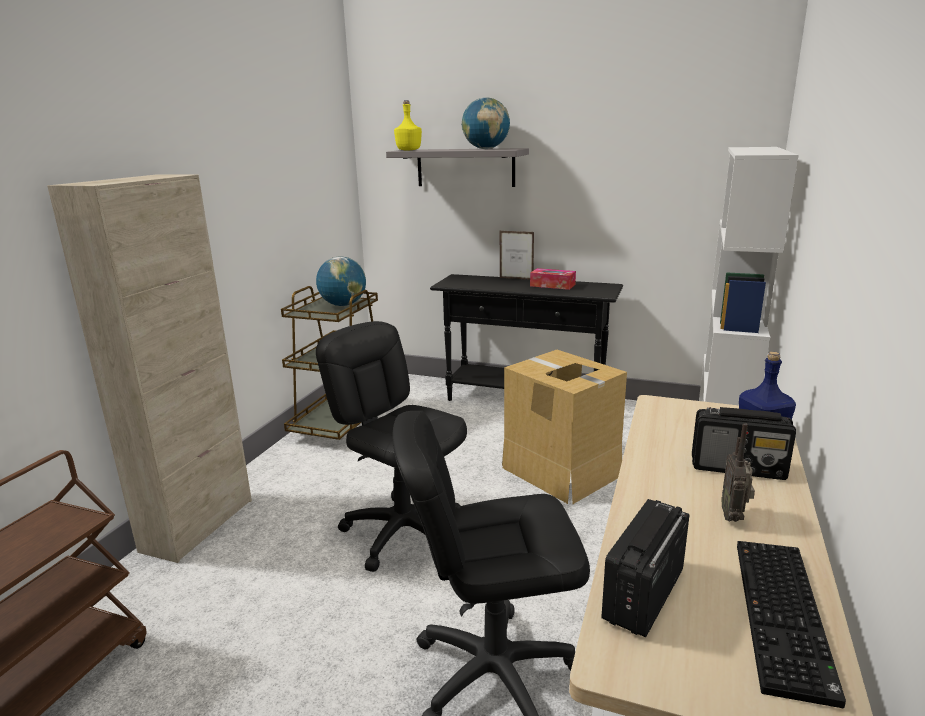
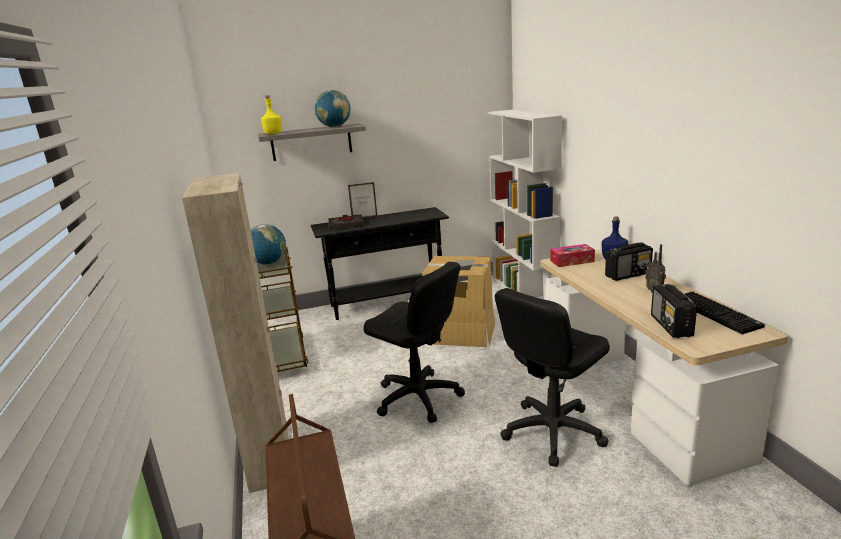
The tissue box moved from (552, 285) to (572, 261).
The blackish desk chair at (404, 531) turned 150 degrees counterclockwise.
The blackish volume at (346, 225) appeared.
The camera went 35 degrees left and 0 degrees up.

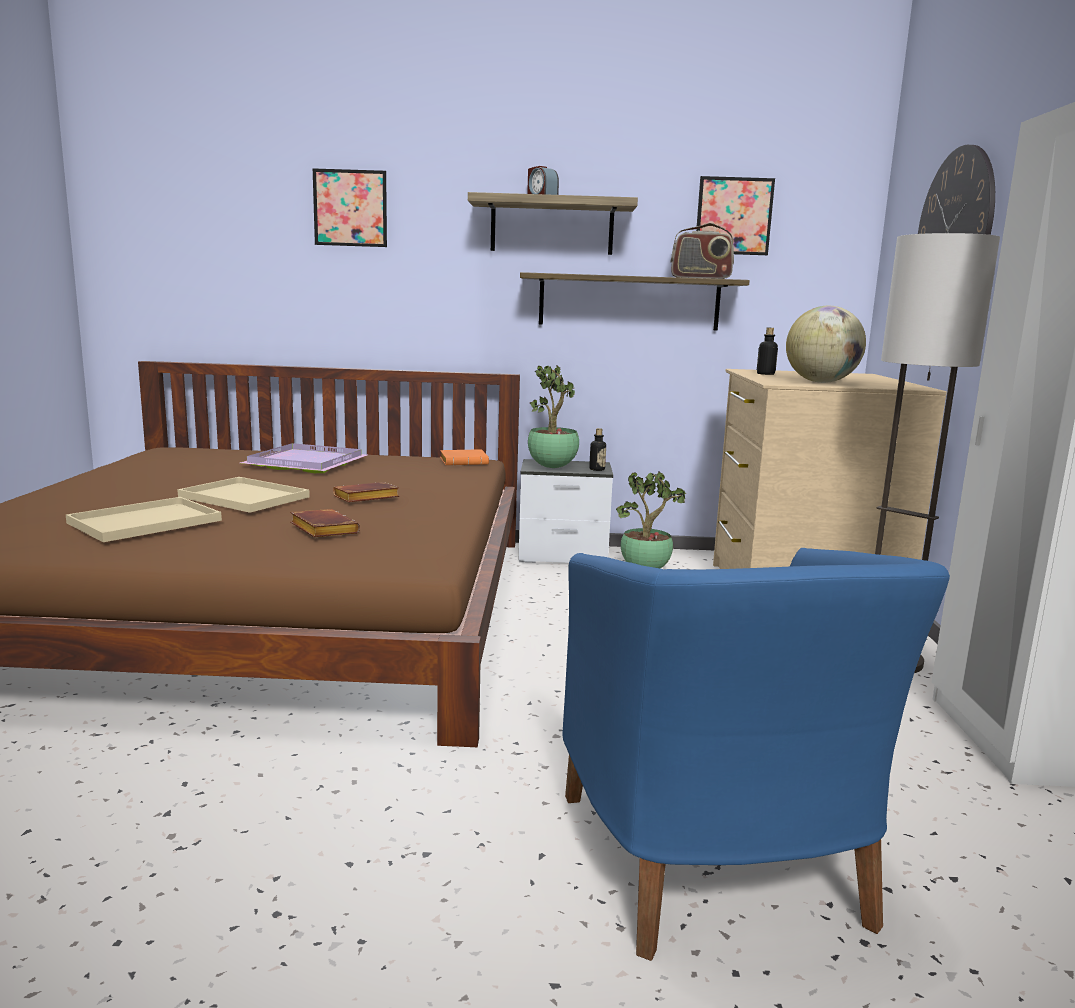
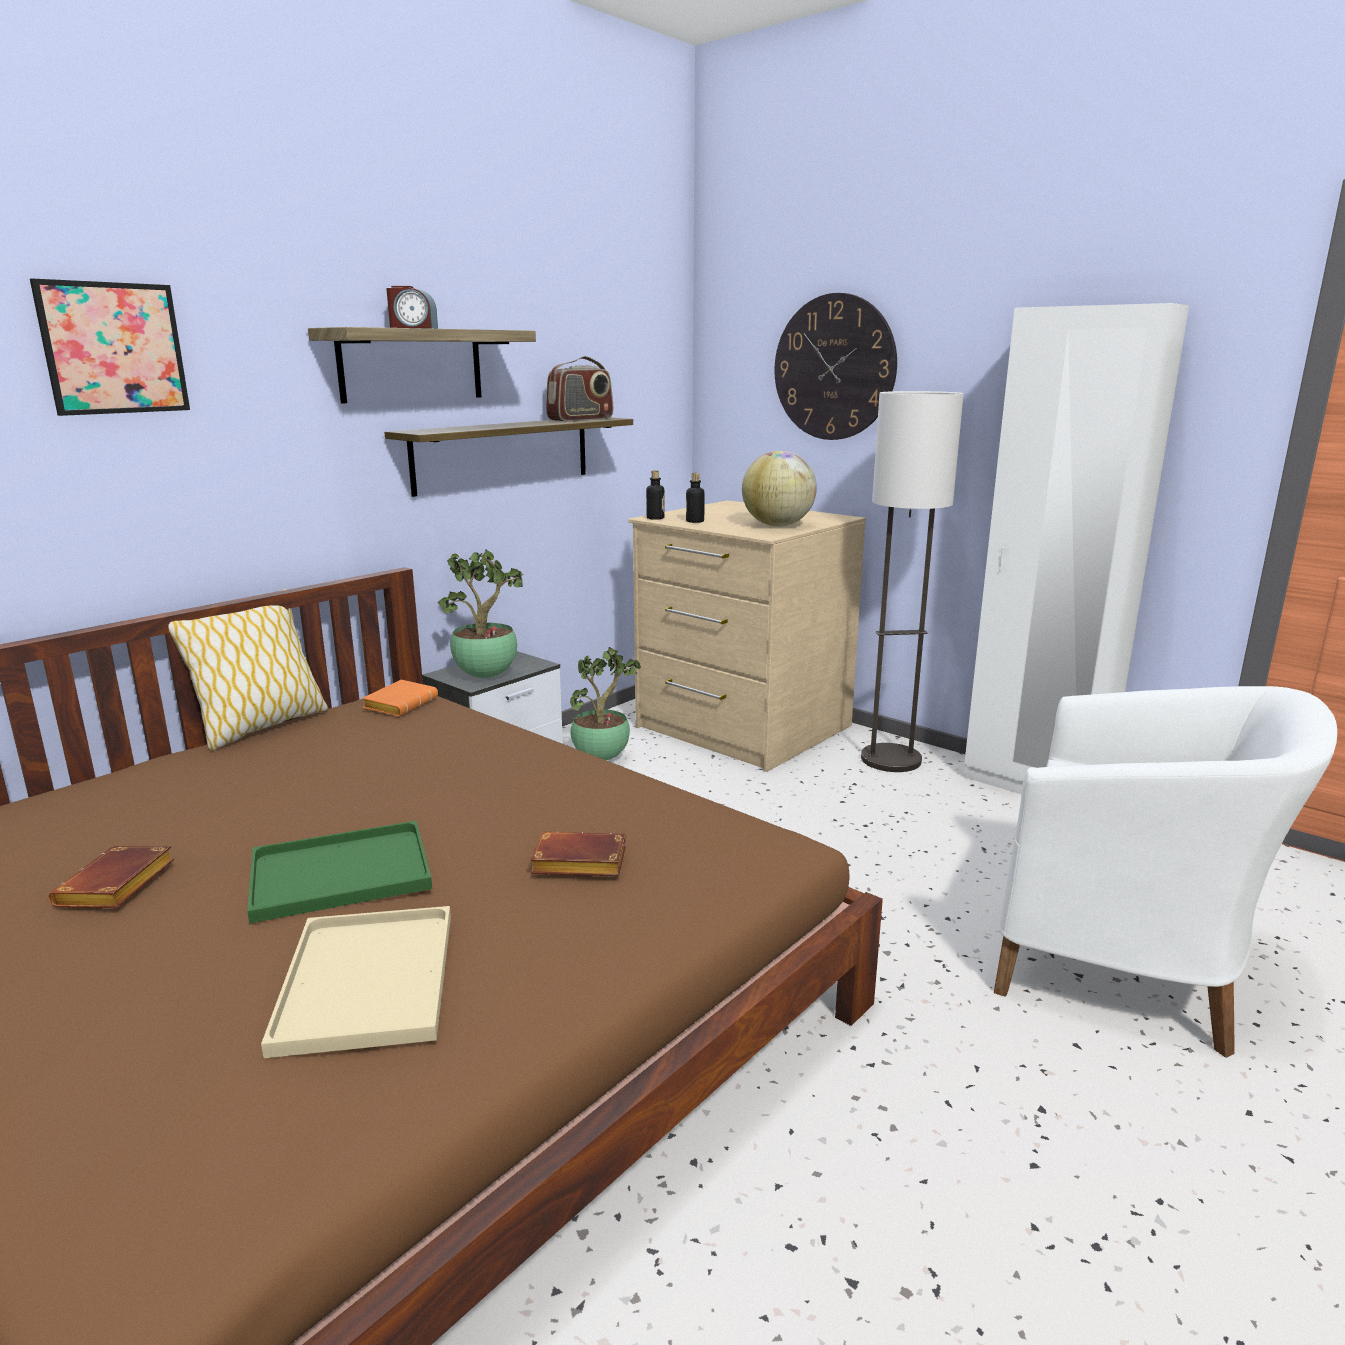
The wall art at (733, 216) disappeared.
The bottle moved from (597, 469) to (655, 518).
The purple-coloured serving tray at (305, 462) disappeared.
The beige serving tray at (247, 497) became the green-coloured serving tray at (344, 871).
The brownish volume moved from (365, 498) to (117, 887).
The blue lounge chair at (715, 862) became the white lounge chair at (1126, 969).
The cushion at (260, 727) appeared.
The camera went 50 degrees left and 5 degrees up.

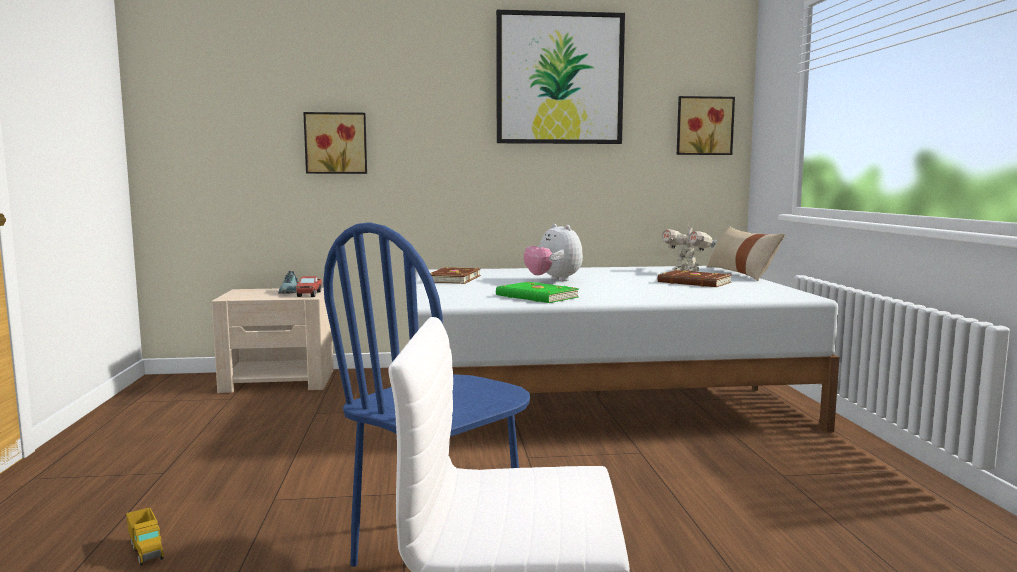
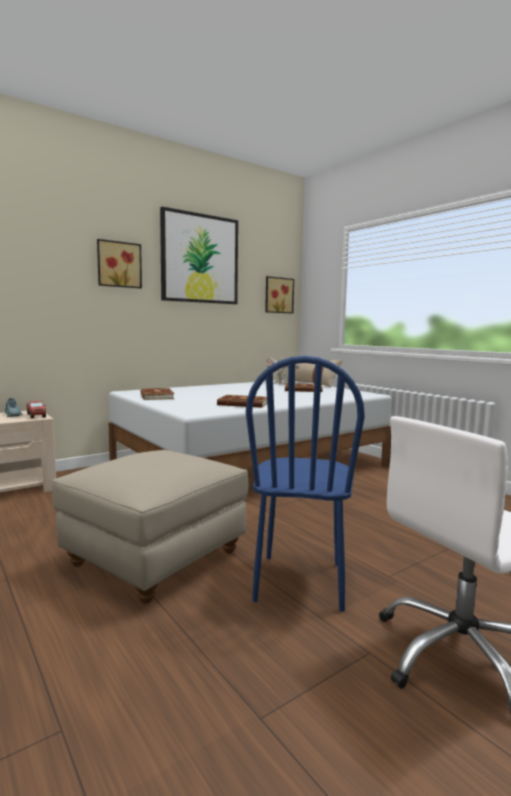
The wall art moved from (336, 143) to (119, 264).
The soft toy at (553, 280) disappeared.
The green-coloured volume at (536, 297) became the brownish volume at (243, 404).
The model truck at (146, 550) disappeared.
The beige ottoman at (155, 560) appeared.
The camera went 30 degrees left and 0 degrees up.

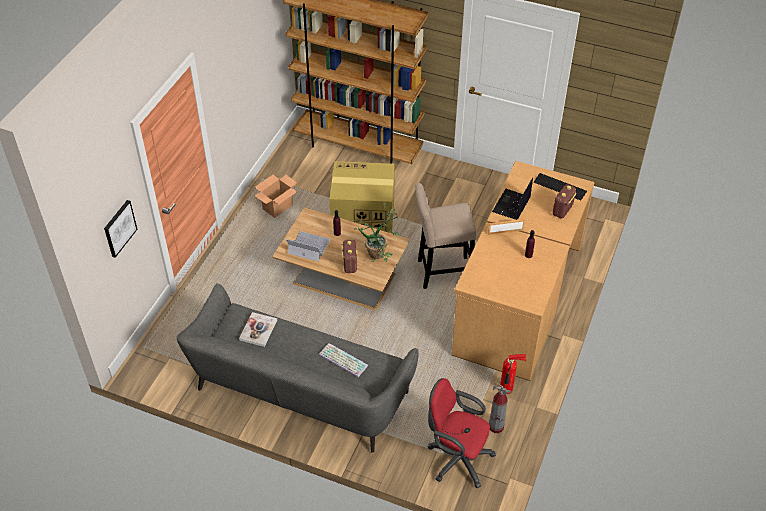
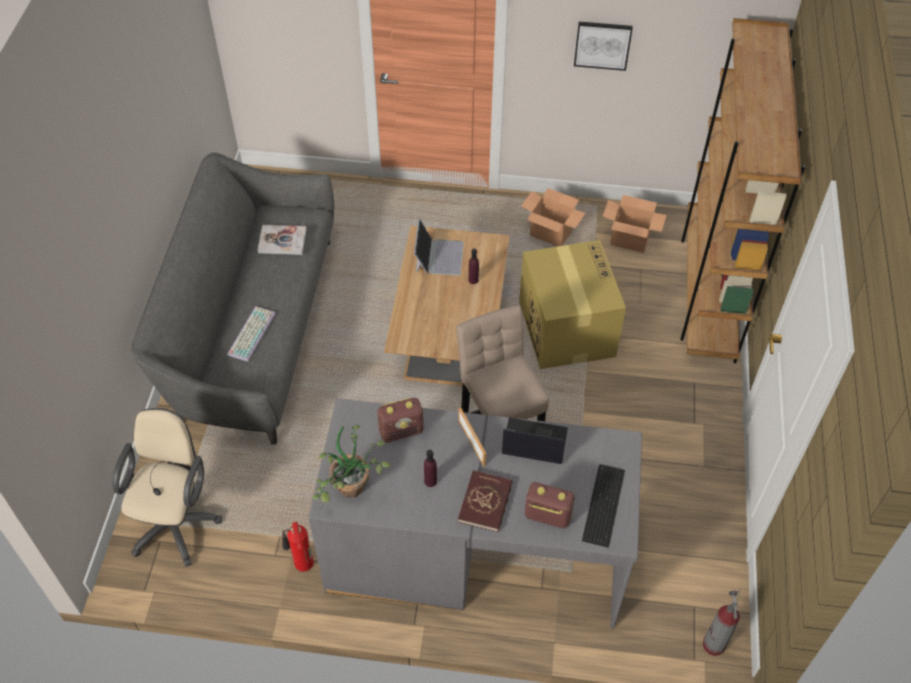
The brownish desk at (516, 300) became the greyish desk at (475, 550).
The wall art moved from (119, 228) to (602, 45).
The houseplant moved from (380, 254) to (350, 493).
The radio set moved from (350, 264) to (401, 431).
The red-coloured desk chair at (456, 458) became the beige desk chair at (177, 521).
The extinguisher moved from (496, 427) to (713, 645).
The cardboard box at (630, 240) appeared.
The red-coloured volume at (485, 502) appeared.
The camera went 75 degrees right and 5 degrees up.

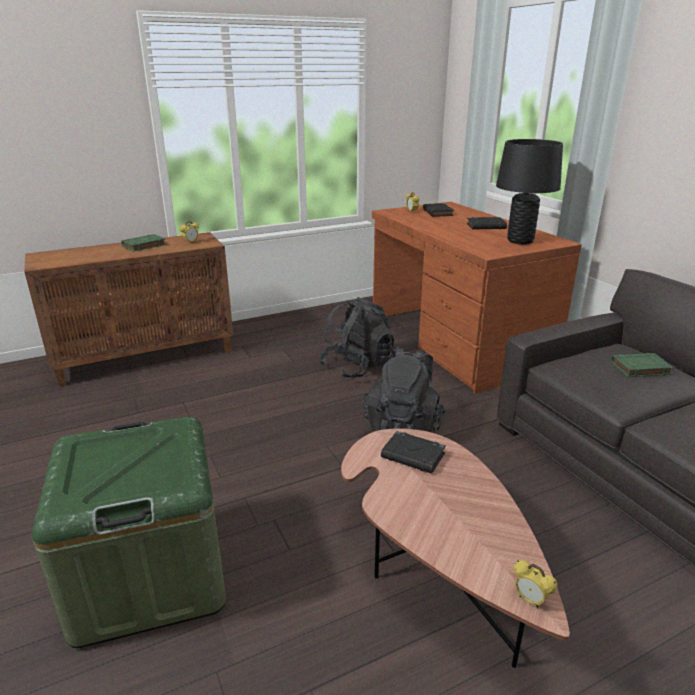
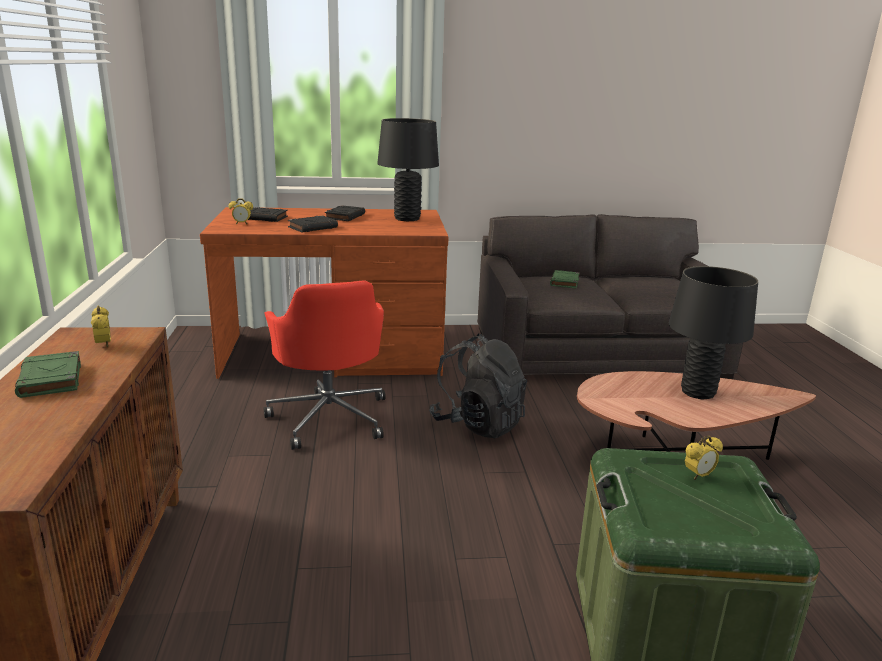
The blackish rucksack at (357, 366) was replaced by the red-coloured desk chair at (329, 417).
The blackish volume moved from (413, 456) to (313, 227).
The alarm clock moved from (530, 600) to (698, 476).
The blackish tabletop lamp at (698, 392) appeared.
The camera went 70 degrees left and 5 degrees down.

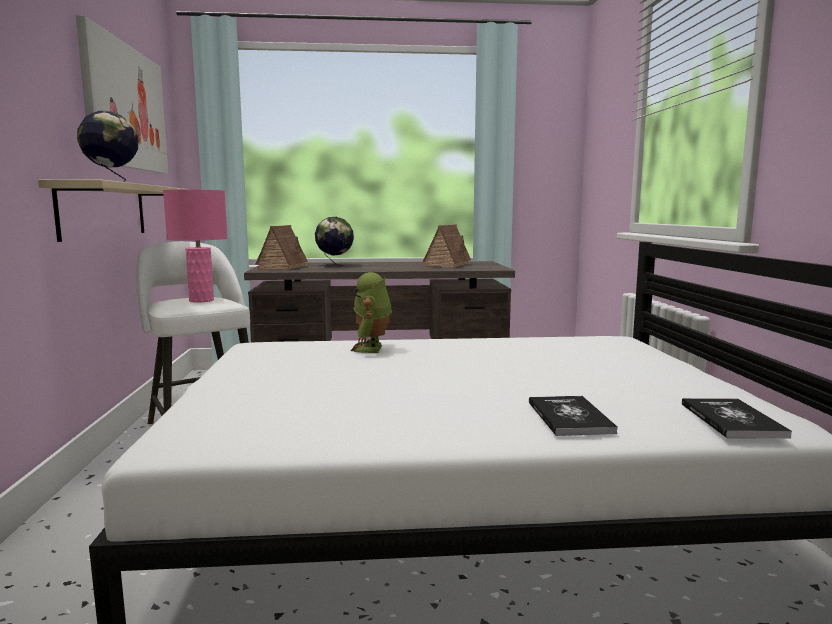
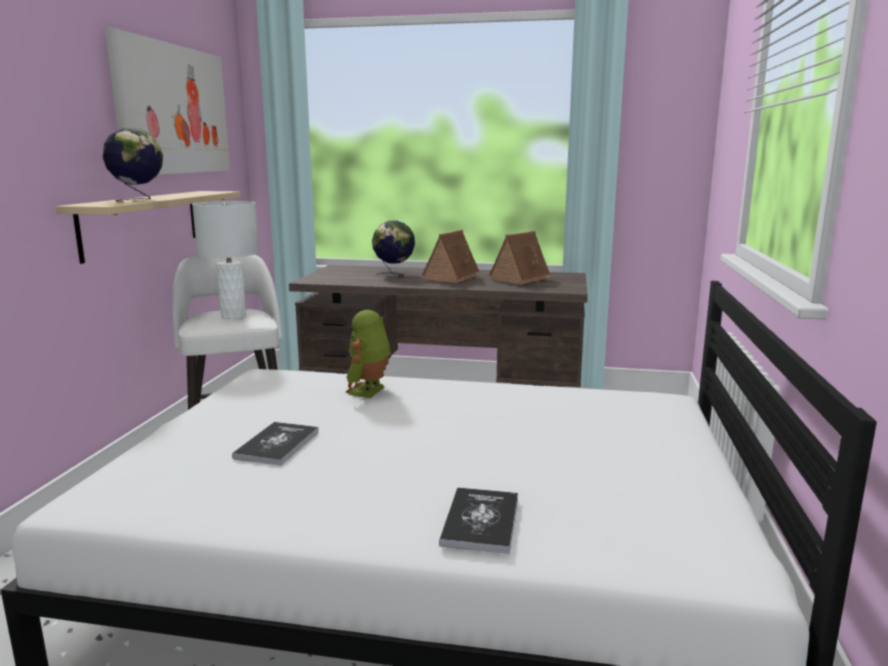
The pink tabletop lamp at (201, 300) became the white tabletop lamp at (233, 316).
The miniature house moved from (283, 267) to (452, 277).
The volume moved from (732, 420) to (277, 445).
The camera went 15 degrees right and 5 degrees up.

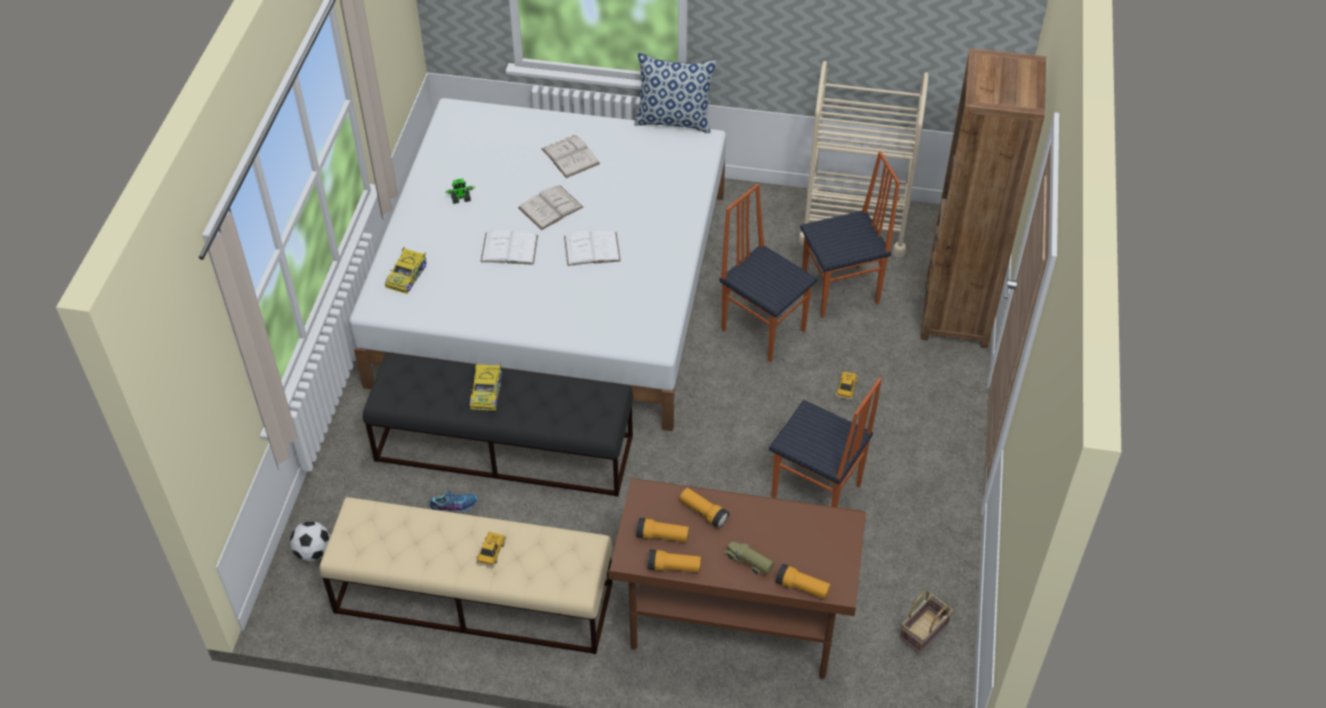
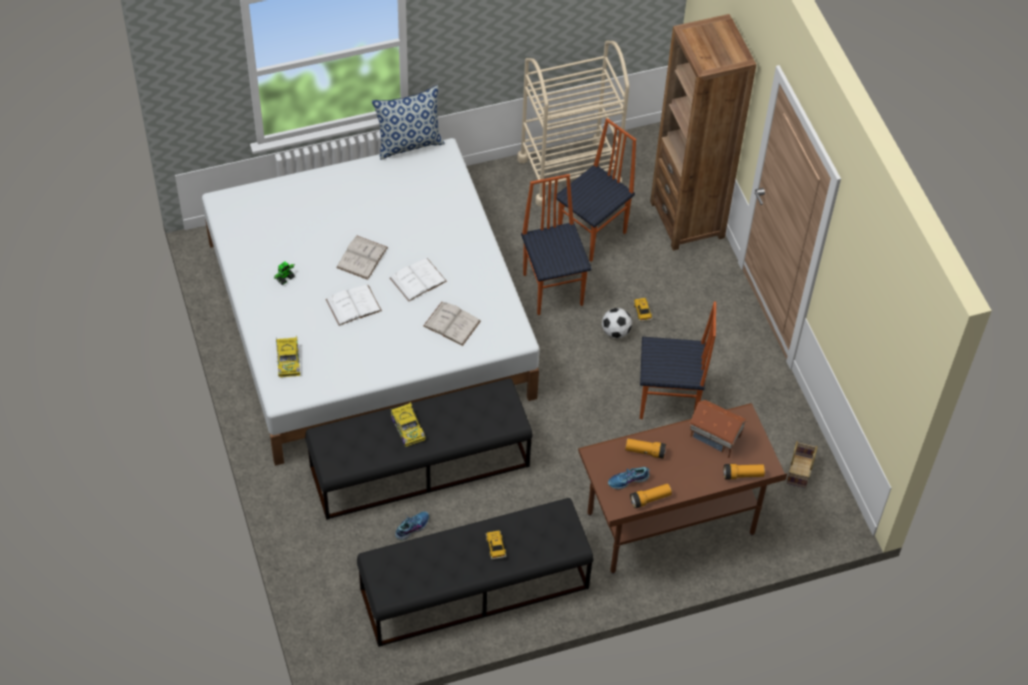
The white volume moved from (570, 156) to (452, 323).
The chair at (763, 329) turned 60 degrees clockwise.
The beige long seat at (473, 598) became the blackish long seat at (474, 589).
The flashlight at (662, 536) was replaced by the low shoe at (628, 481).
The football ball moved from (313, 552) to (615, 331).
The model truck at (749, 563) disappeared.
The miniature house at (714, 438) appeared.
The camera went 30 degrees left and 5 degrees up.

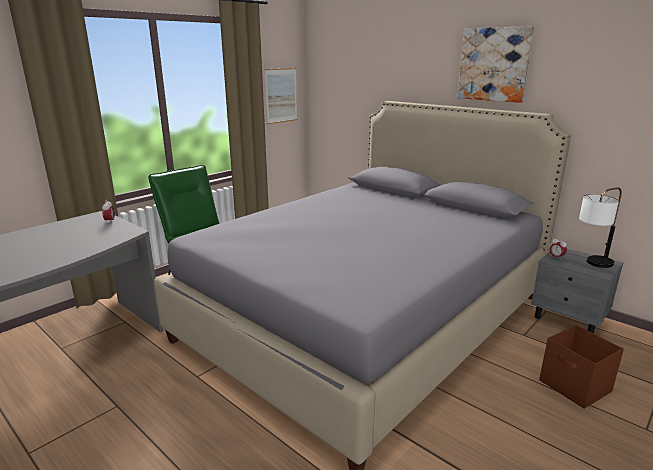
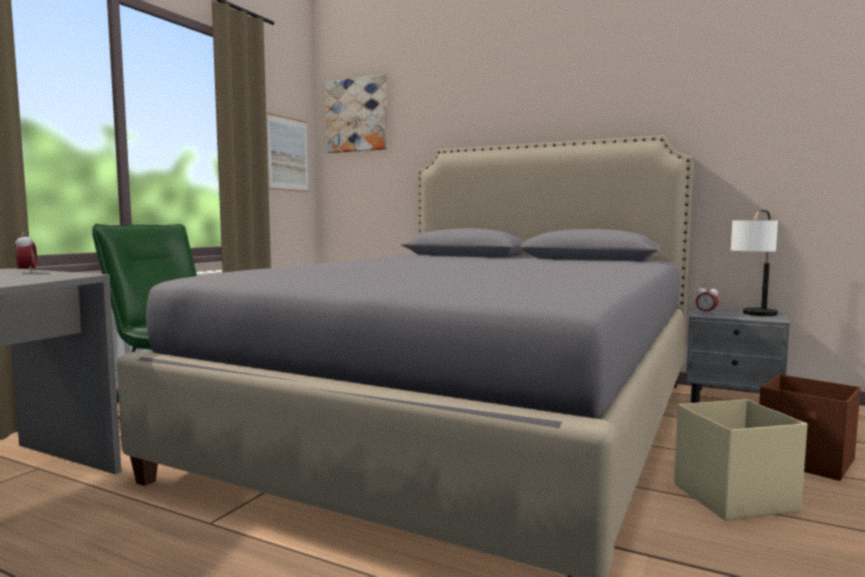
The wall art moved from (494, 64) to (357, 115).
The beige storage box at (732, 498) appeared.
The camera went 15 degrees left and 15 degrees down.

